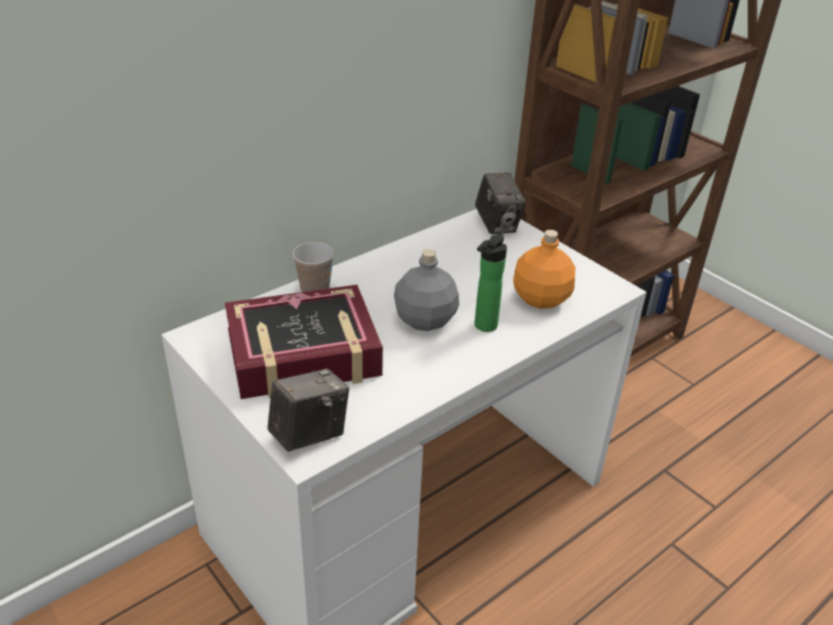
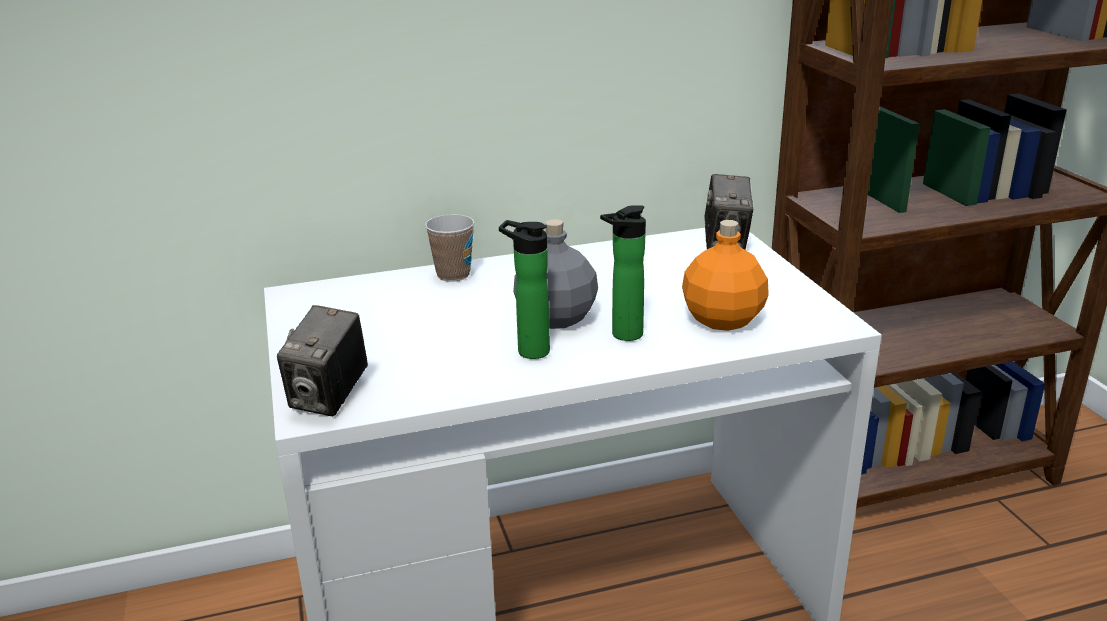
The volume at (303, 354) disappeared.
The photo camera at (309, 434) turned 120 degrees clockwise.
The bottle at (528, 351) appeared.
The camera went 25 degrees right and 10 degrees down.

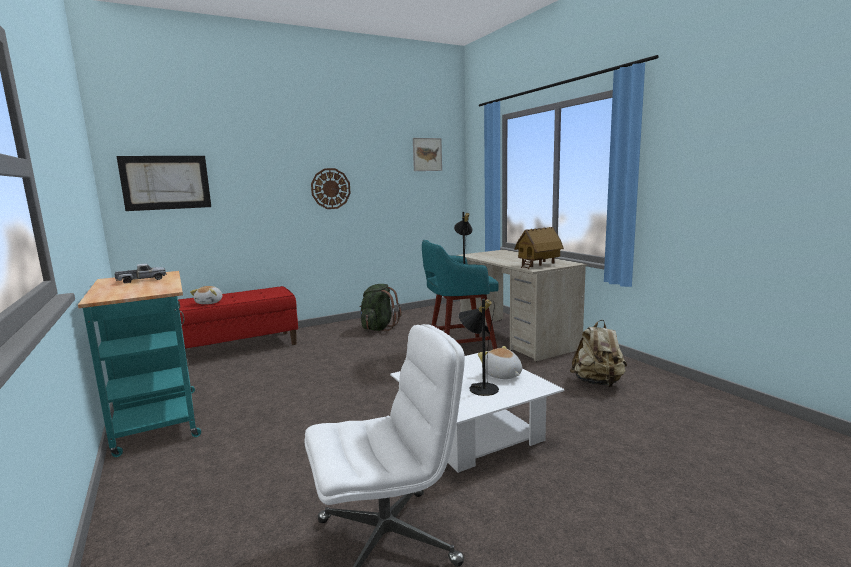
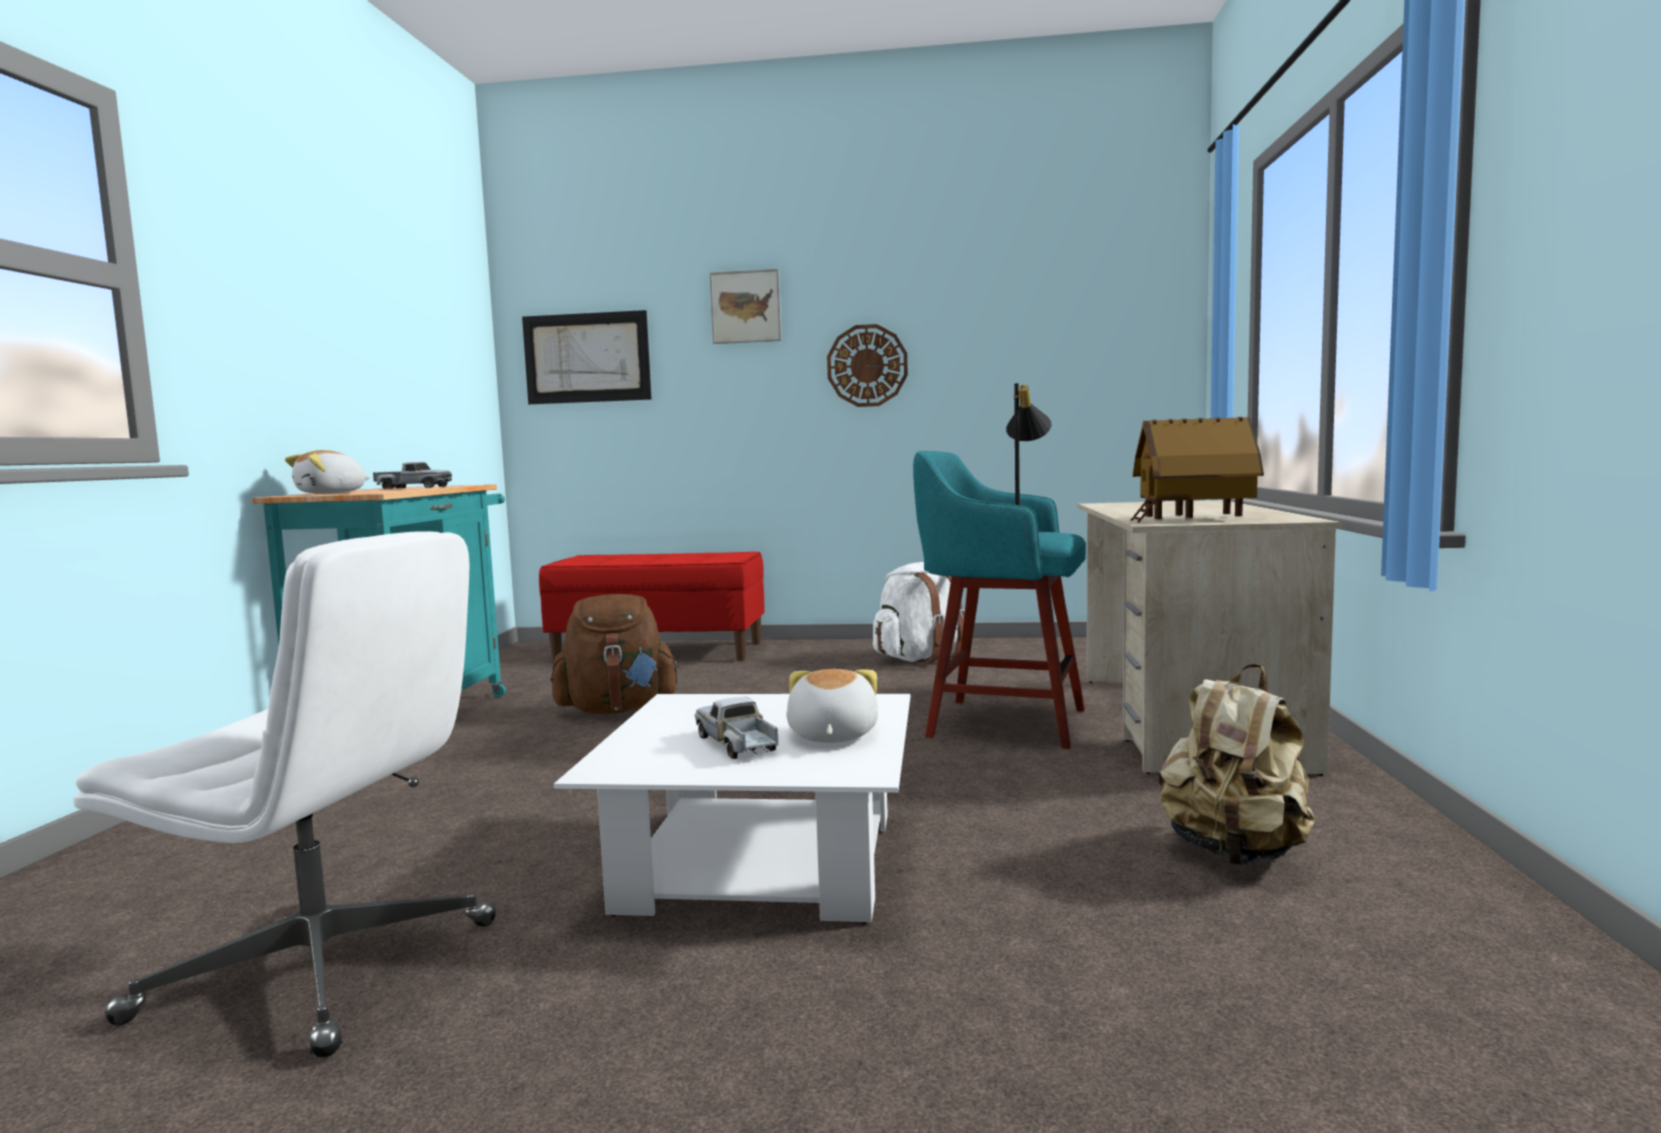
The wall art moved from (427, 154) to (746, 307).
The green-coloured rucksack at (378, 328) became the white rucksack at (919, 658).
The soft toy moved from (210, 302) to (332, 493).
The blackish tabletop lamp at (479, 387) was replaced by the model truck at (738, 744).
The brownish rucksack at (617, 709) appeared.
The camera went 35 degrees right and 5 degrees down.

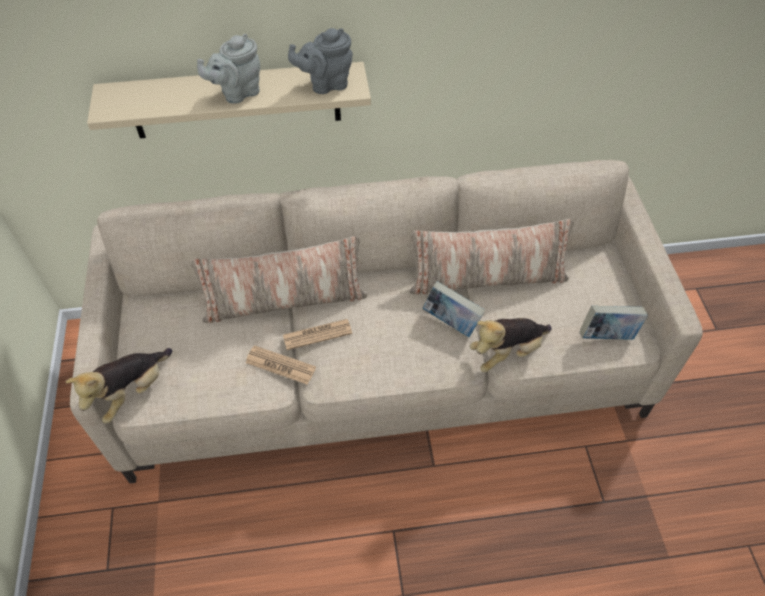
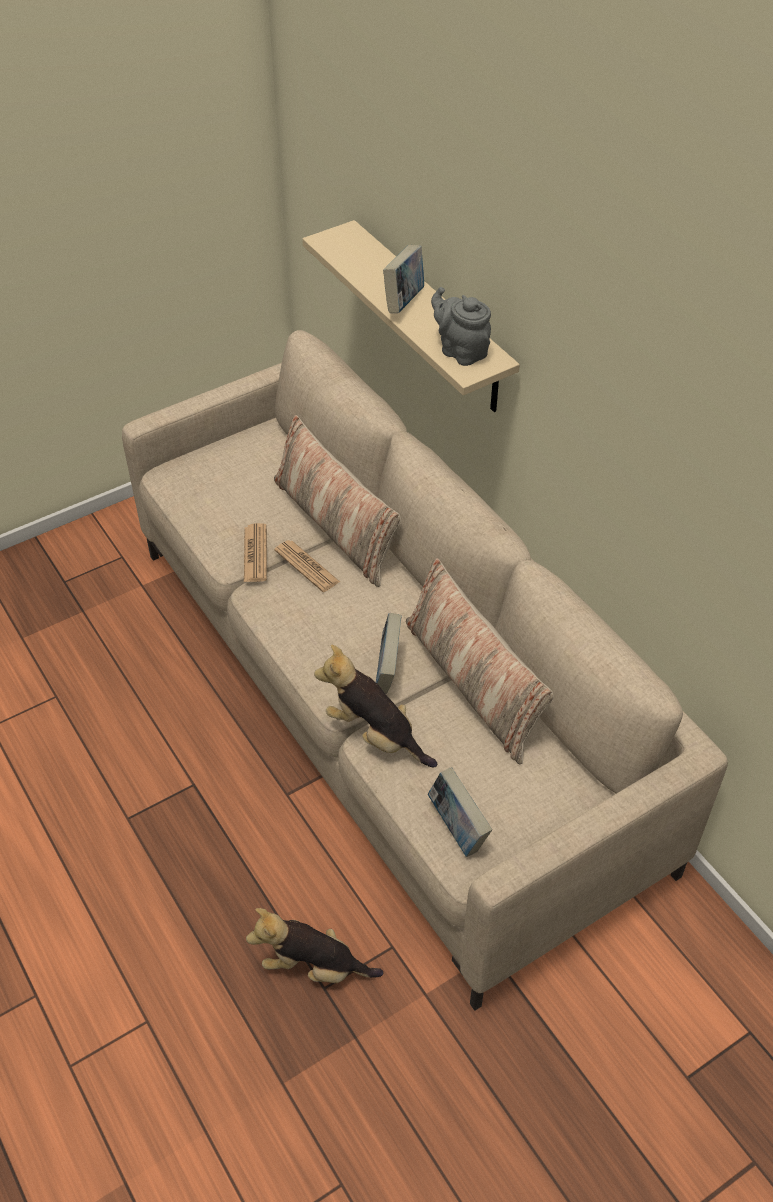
The greyish pot for tea at (237, 93) was replaced by the volume at (404, 302).
The soft toy moved from (132, 392) to (314, 966).
The camera went 65 degrees right and 5 degrees down.

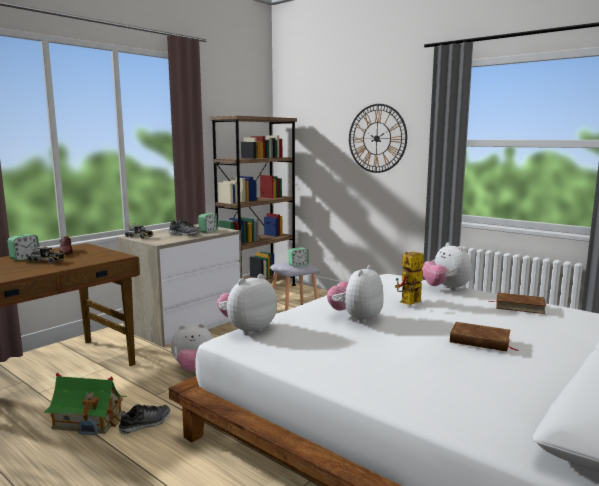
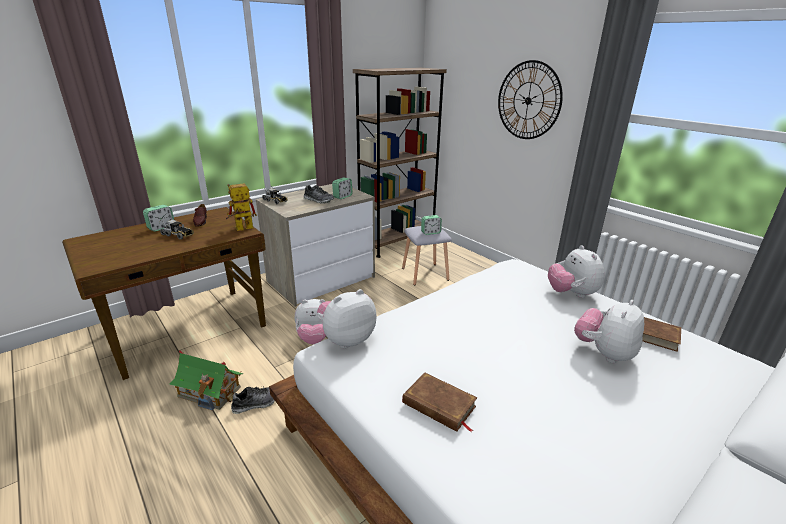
The model robot moved from (409, 303) to (240, 229).
The soft toy moved from (356, 319) to (604, 353).
The brownish volume moved from (480, 341) to (439, 405).
The camera went 10 degrees right and 15 degrees up.

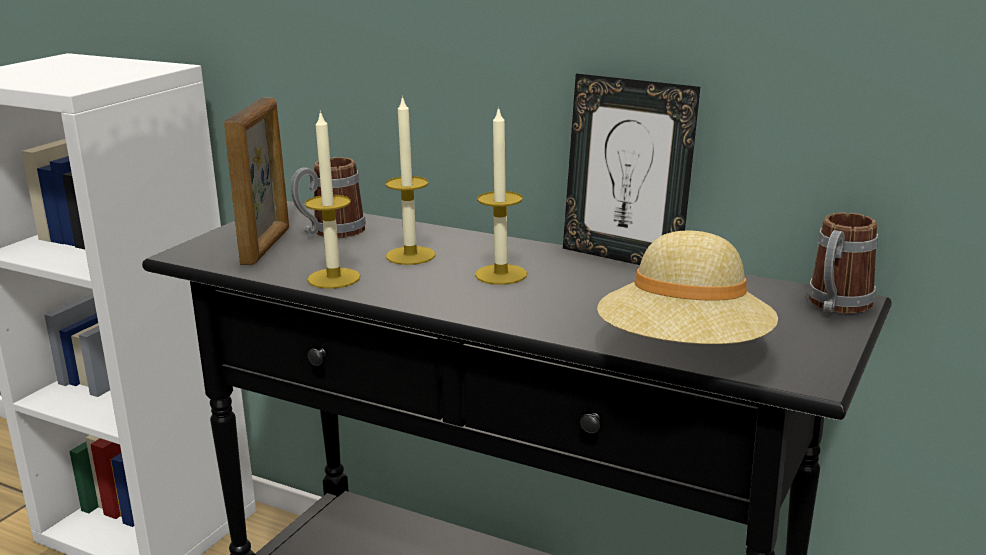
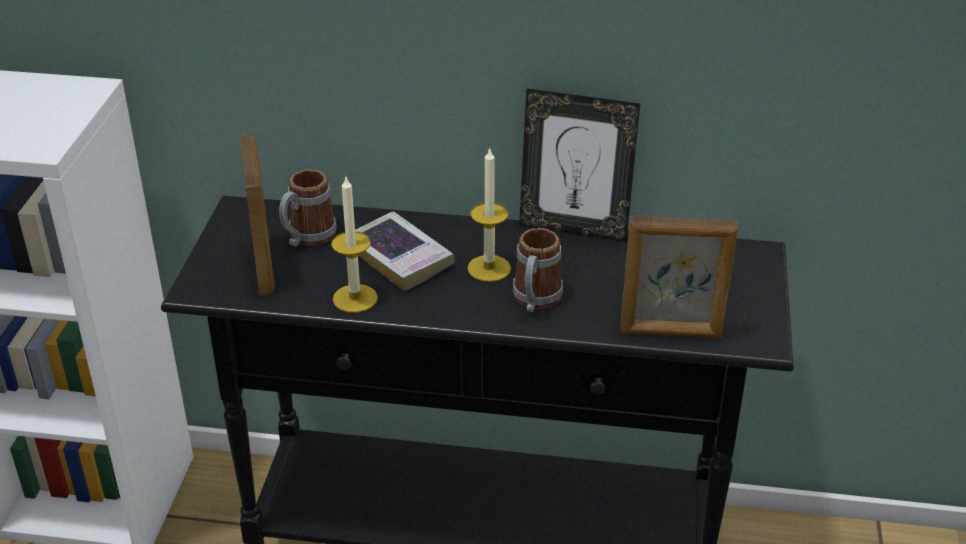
The wax candle at (410, 255) was replaced by the volume at (399, 257).
The coffee mug moved from (836, 306) to (535, 300).
The beige clothing hat at (684, 353) was replaced by the picture frame at (671, 333).
The camera went 20 degrees left and 15 degrees up.

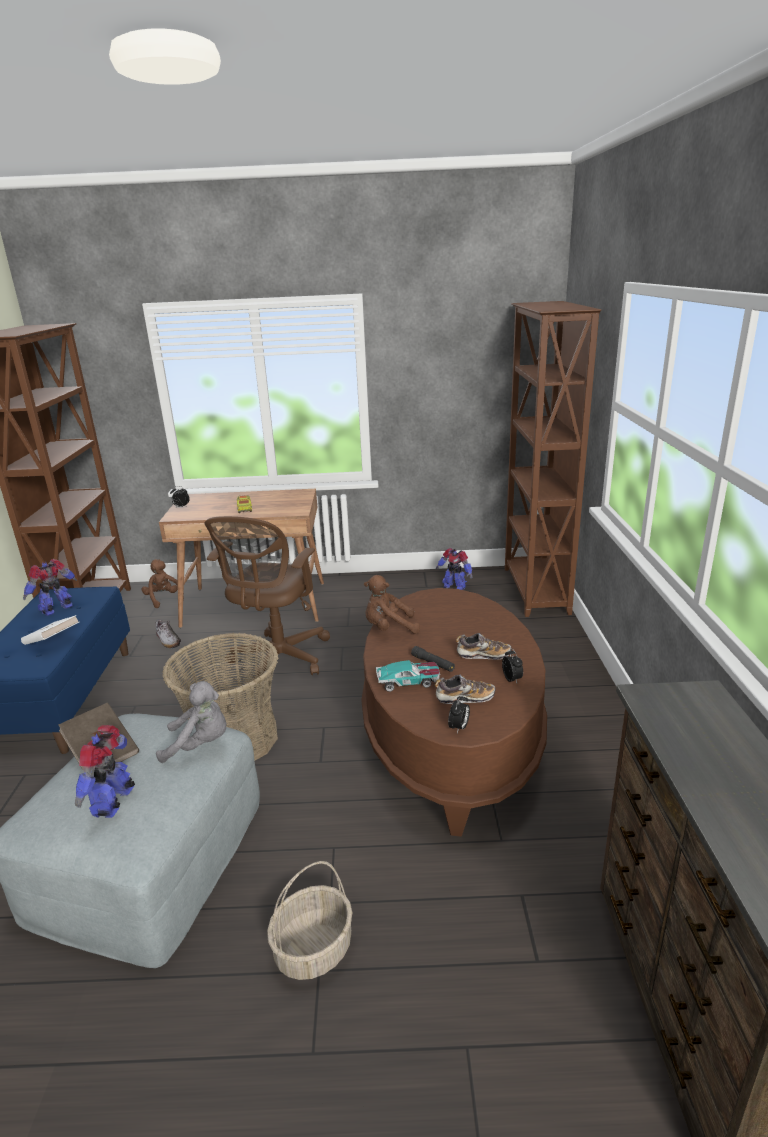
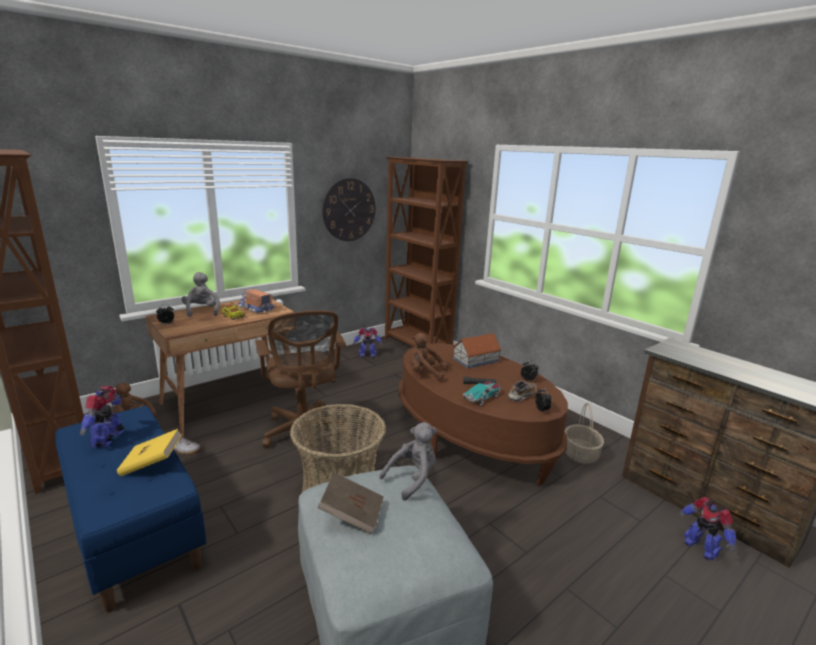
The brownish soft toy at (389, 628) turned 60 degrees clockwise.
The white volume at (53, 642) became the yellow-coloured volume at (152, 463).
The low shoe at (483, 655) disappeared.
The model robot moved from (115, 801) to (700, 548).
The storage basket moved from (313, 950) to (580, 454).
The wall clock at (349, 210) appeared.
The greyish soft toy at (202, 311) appeared.
The model truck at (255, 309) appeared.
The miniature house at (475, 360) appeared.
The camera went 40 degrees left and 5 degrees down.

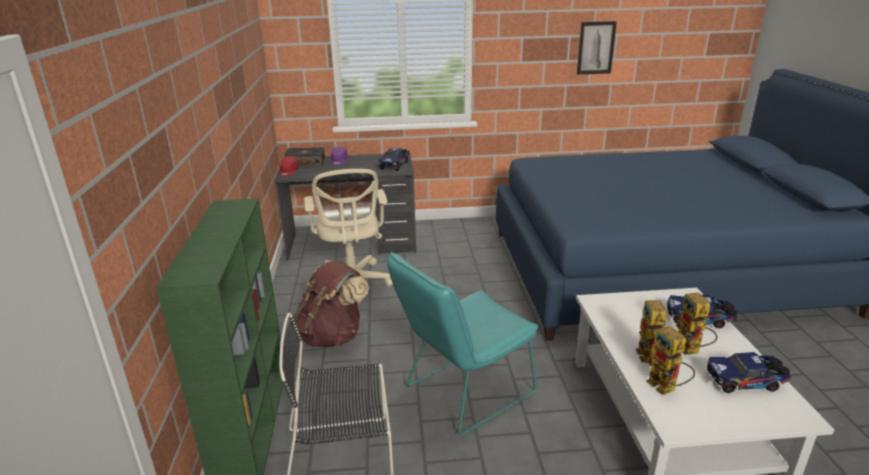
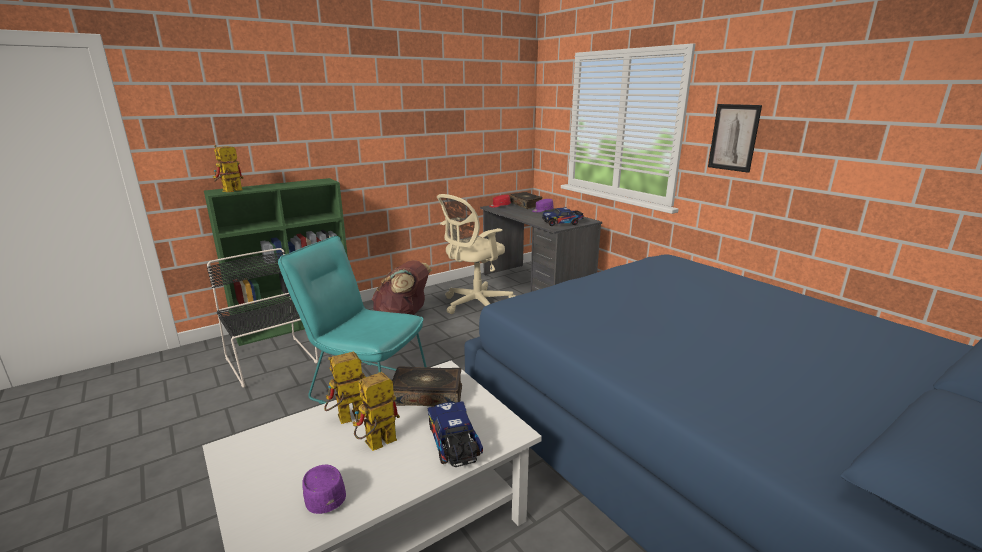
The wall art moved from (596, 48) to (733, 137).
The model robot moved from (666, 388) to (229, 191).
The model truck at (746, 382) was replaced by the purple-coloured peaked cap at (323, 495).
The volume at (427, 395) appeared.
The camera went 60 degrees right and 5 degrees down.

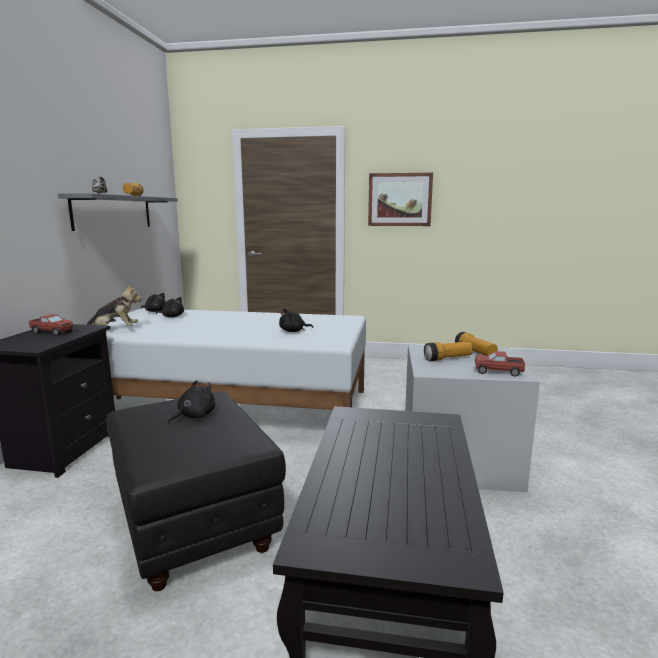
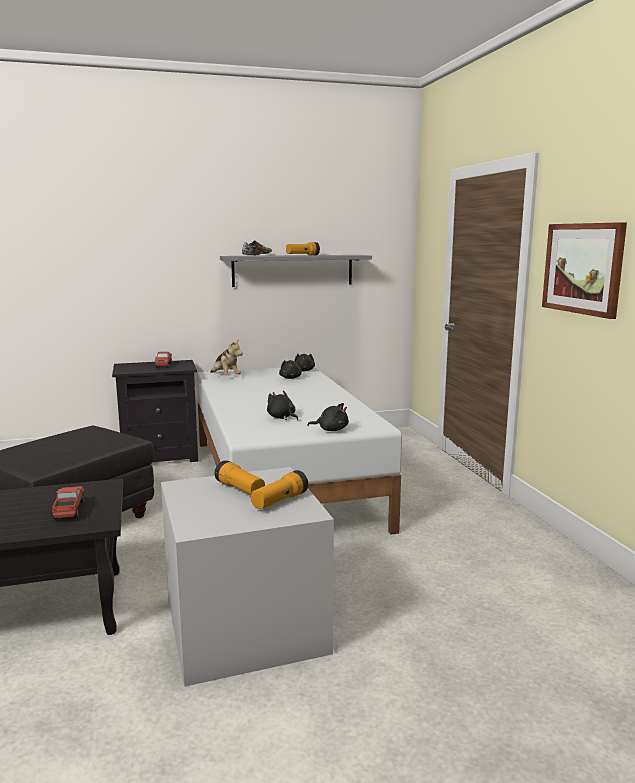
The model truck moved from (498, 372) to (69, 511).
The blackish soft toy moved from (194, 416) to (331, 430).
The camera went 65 degrees right and 0 degrees up.

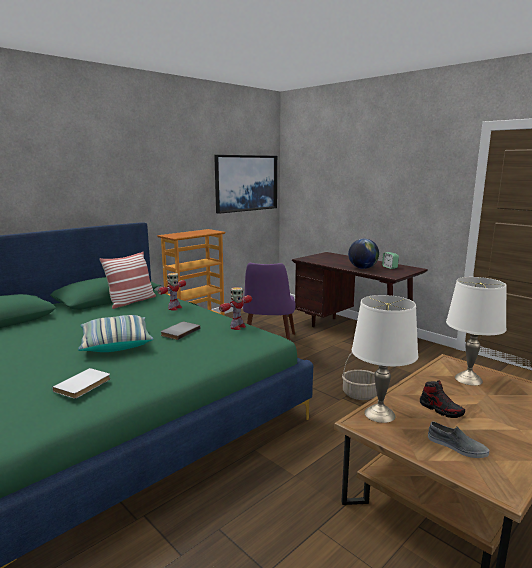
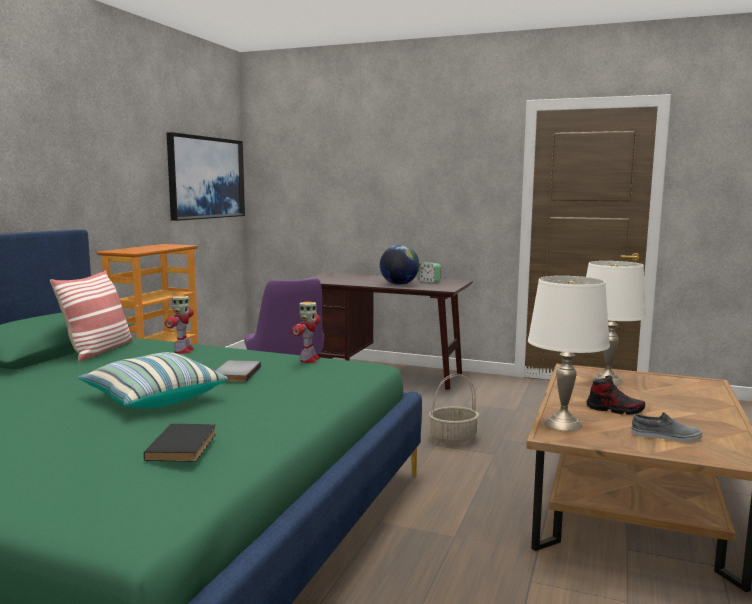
The white volume at (84, 385) became the blackish volume at (185, 446).
The camera went 25 degrees left and 5 degrees down.

